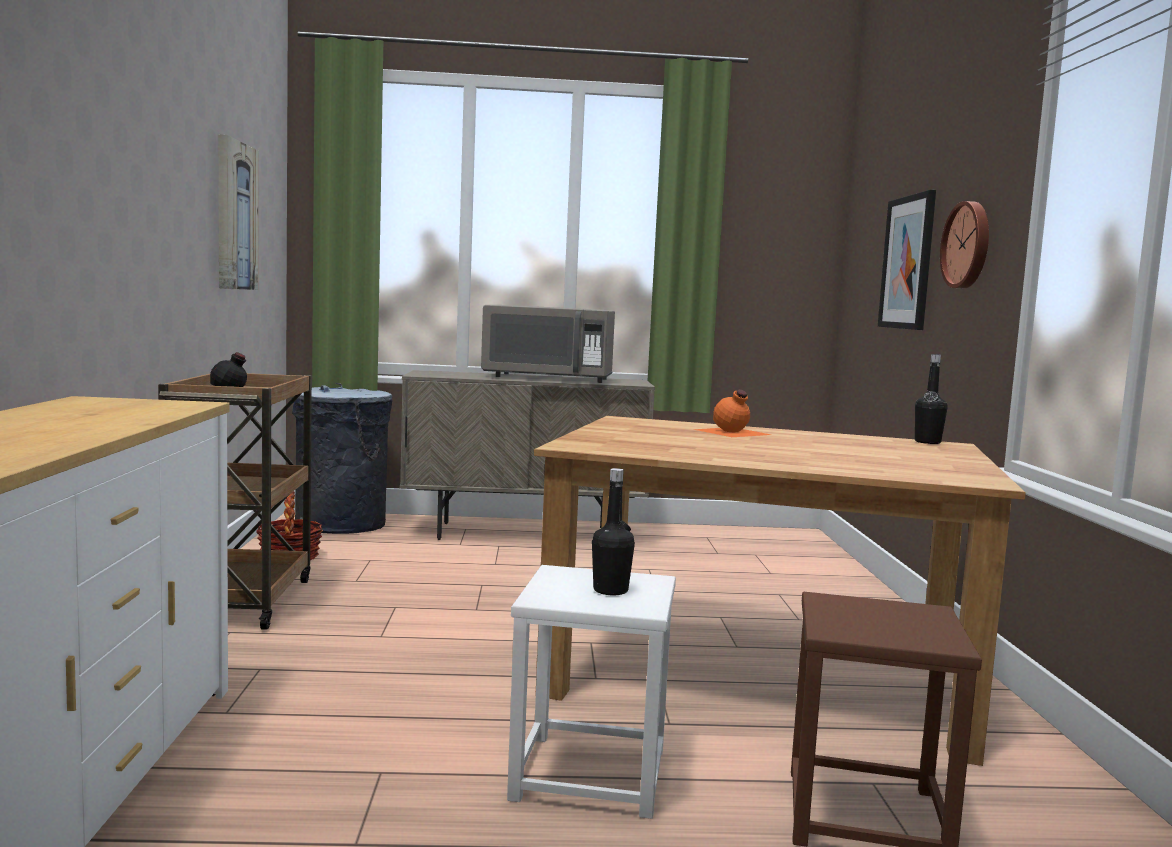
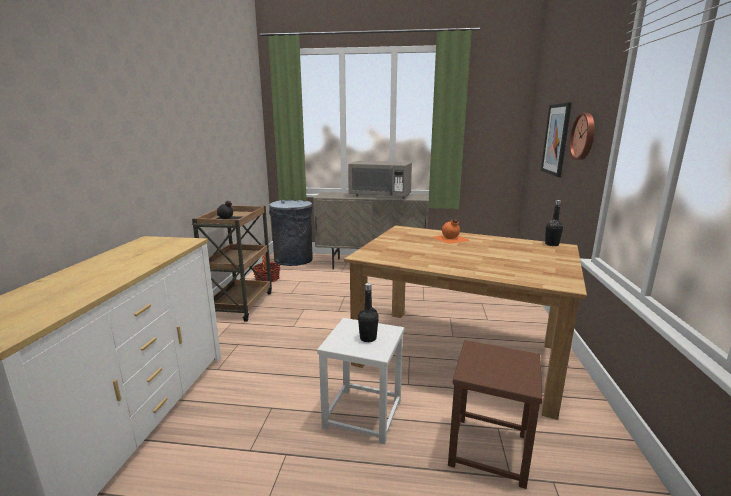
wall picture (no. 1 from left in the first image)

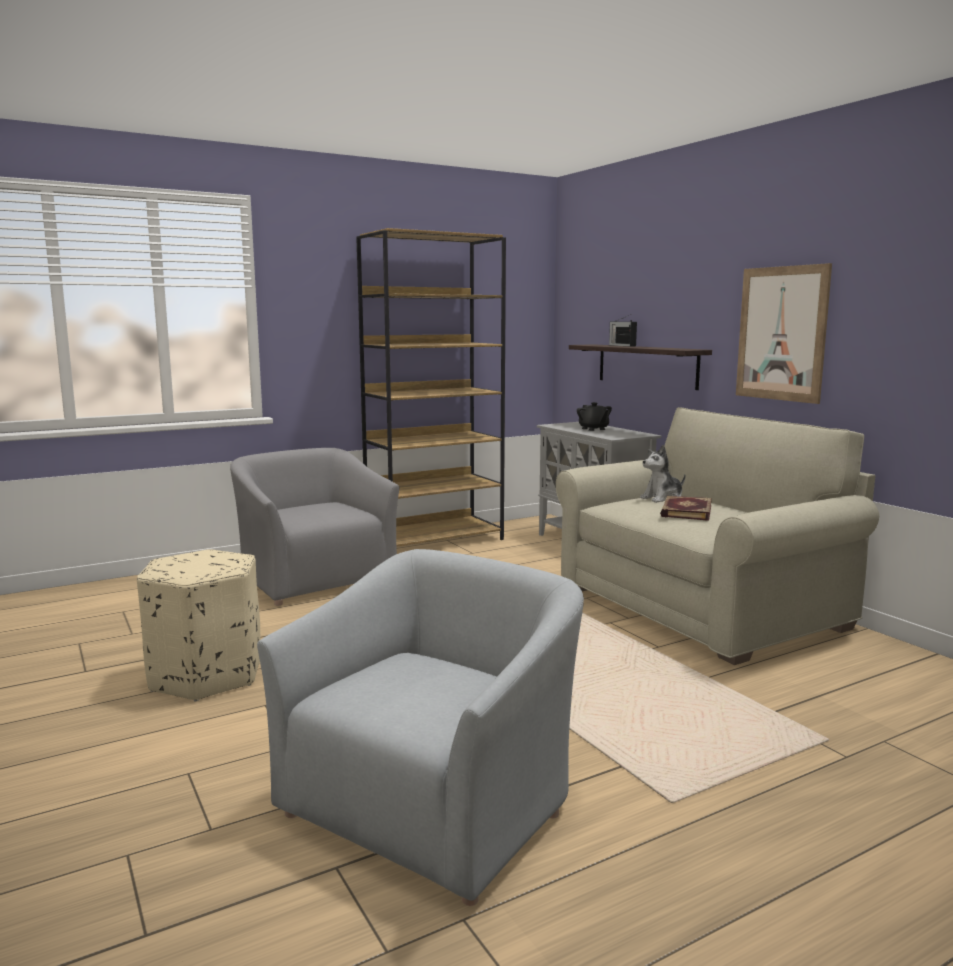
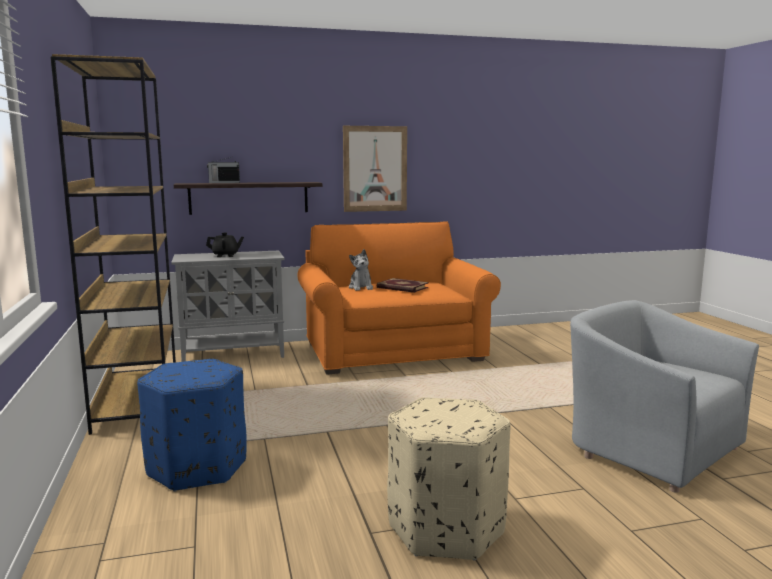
blue pouffe
orangey sofa

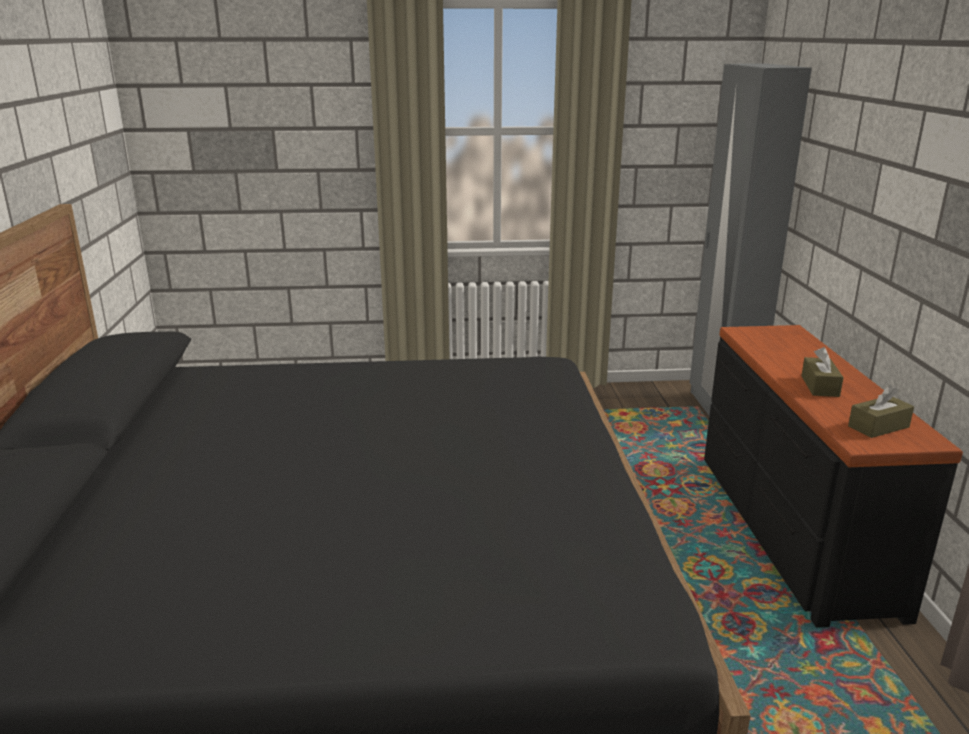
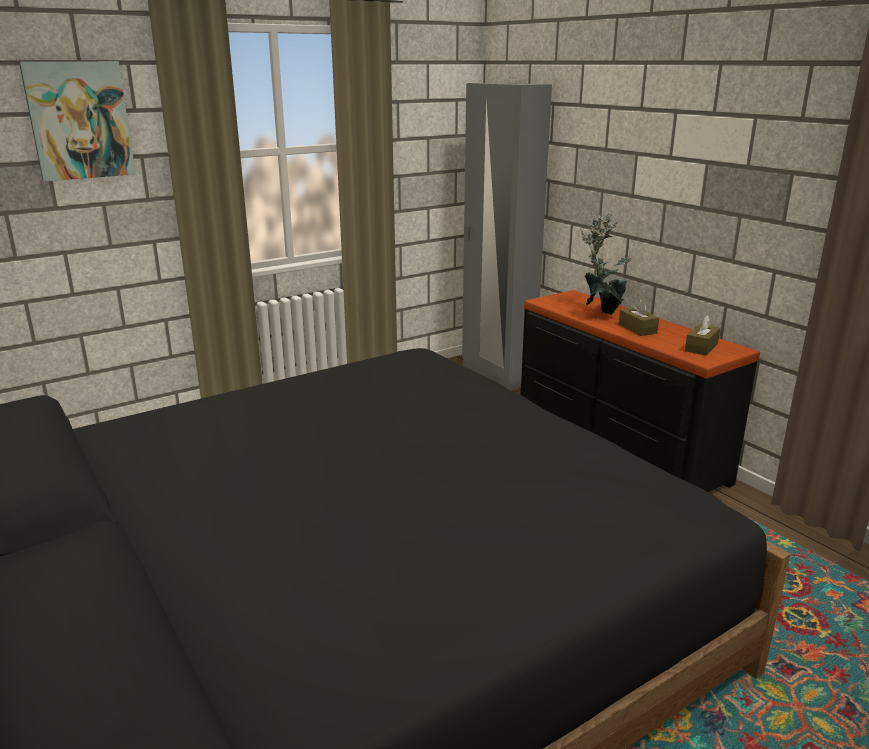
wall picture
houseplant

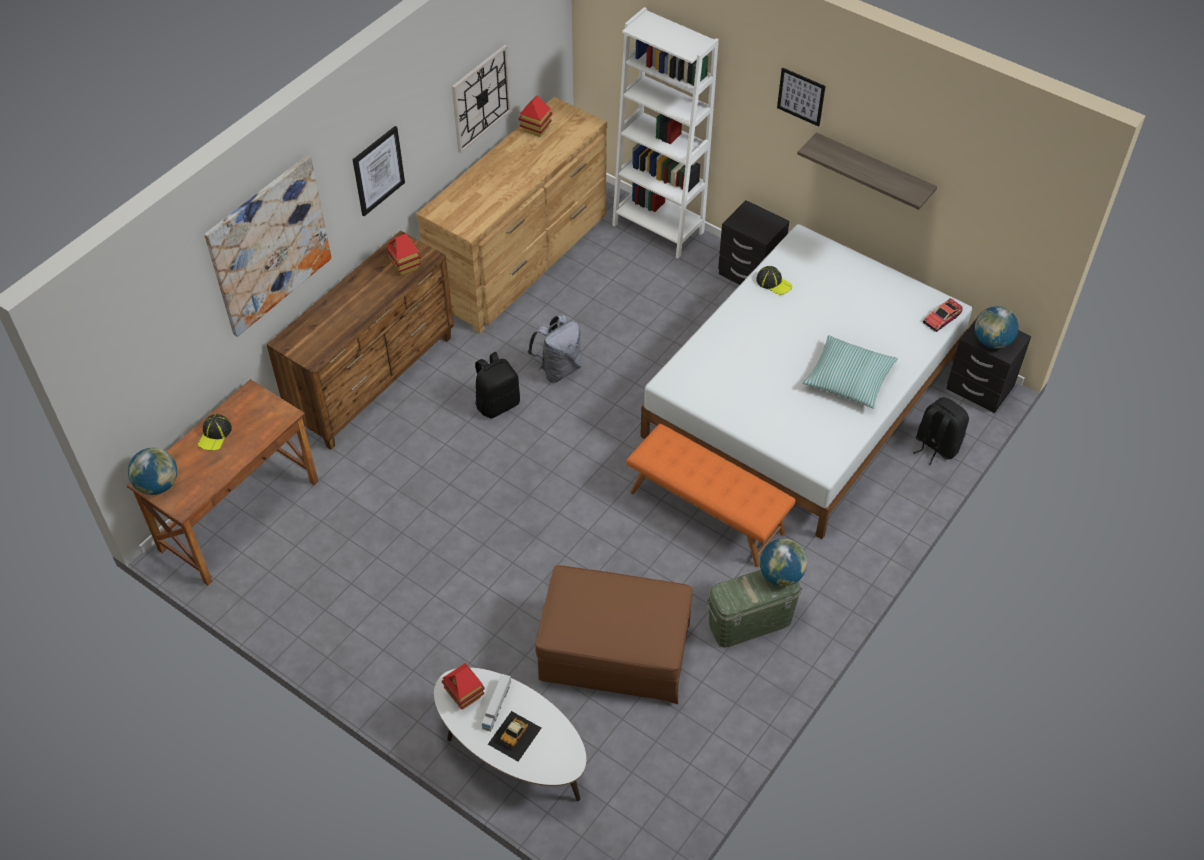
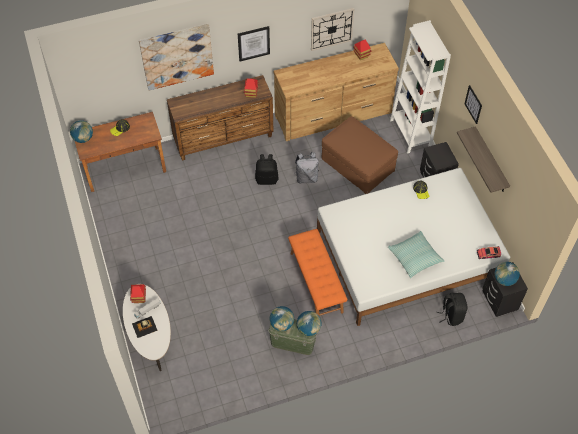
desk globe (no. 2 from left)
brown-coloured pouffe

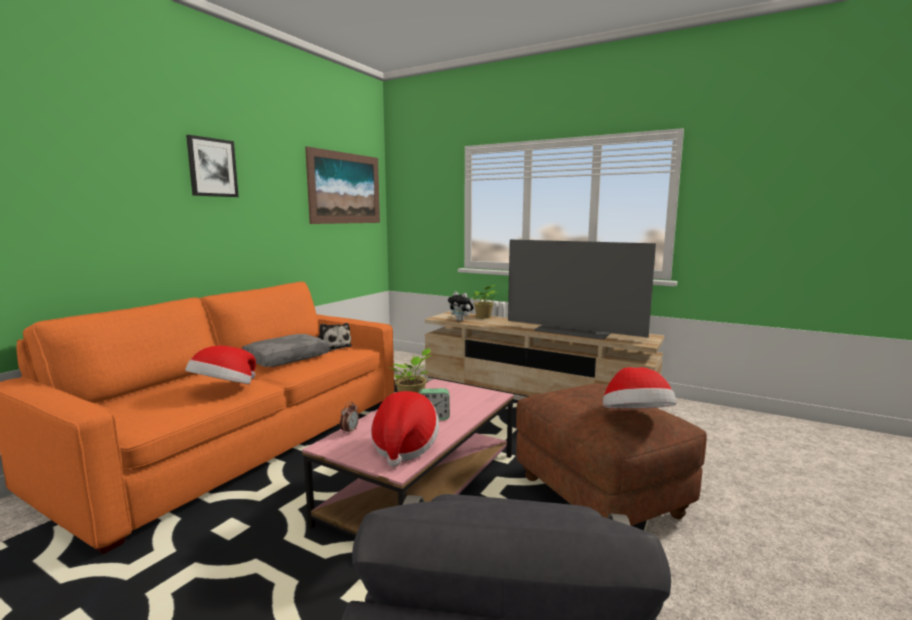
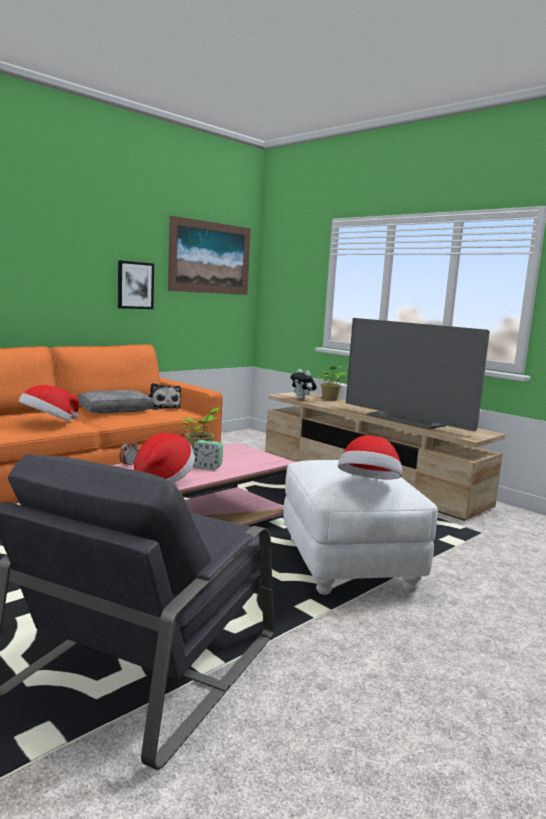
wall picture (no. 1 from left)
white-coloured pouffe

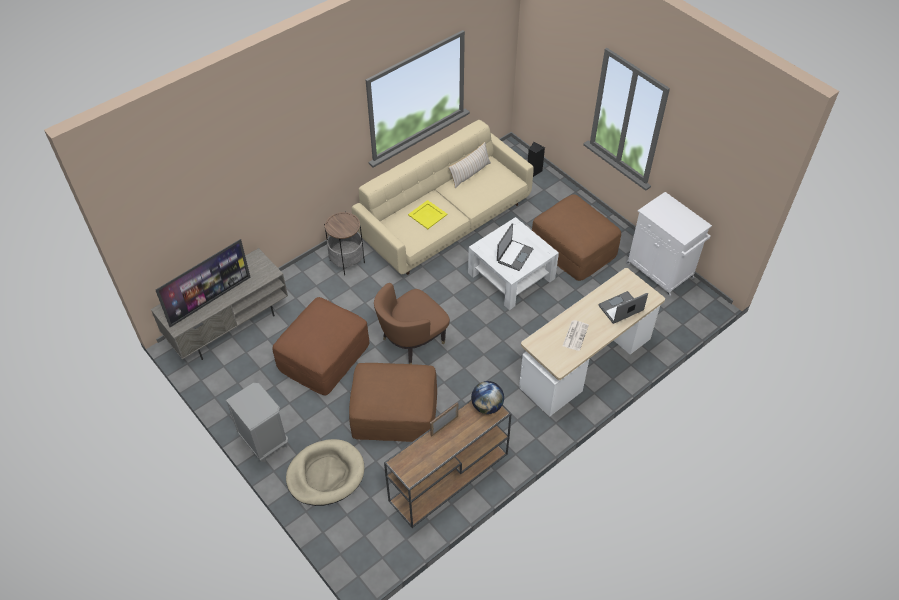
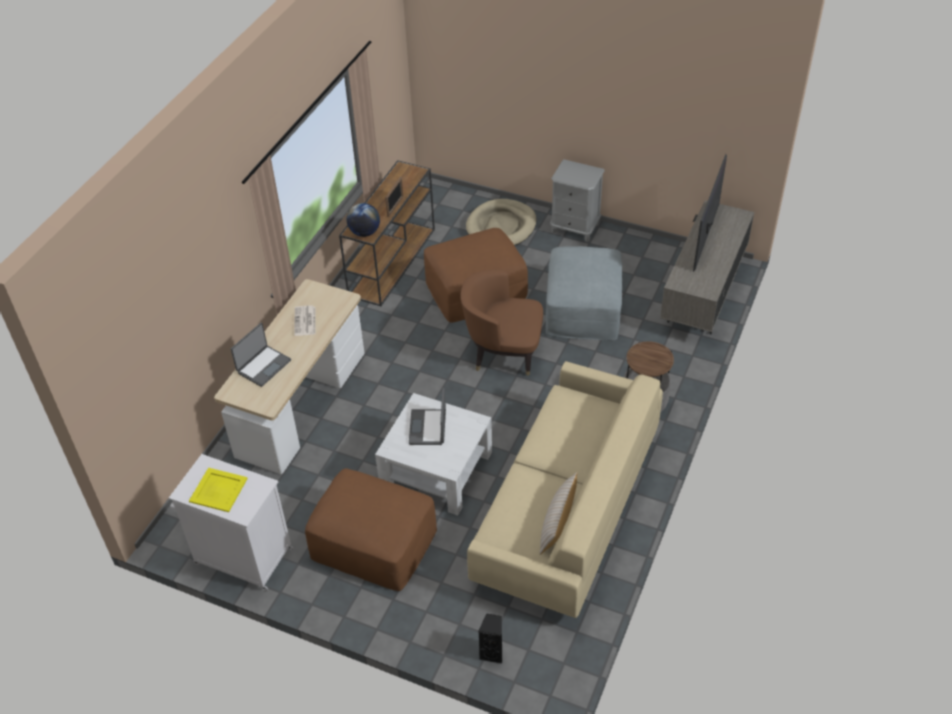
yellow-coloured tray
brown-coloured easy chair
grey pouffe

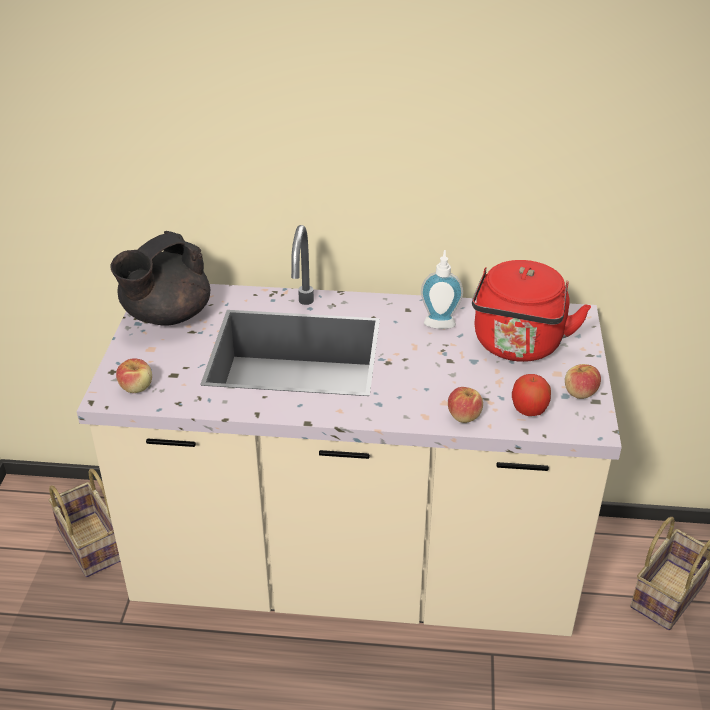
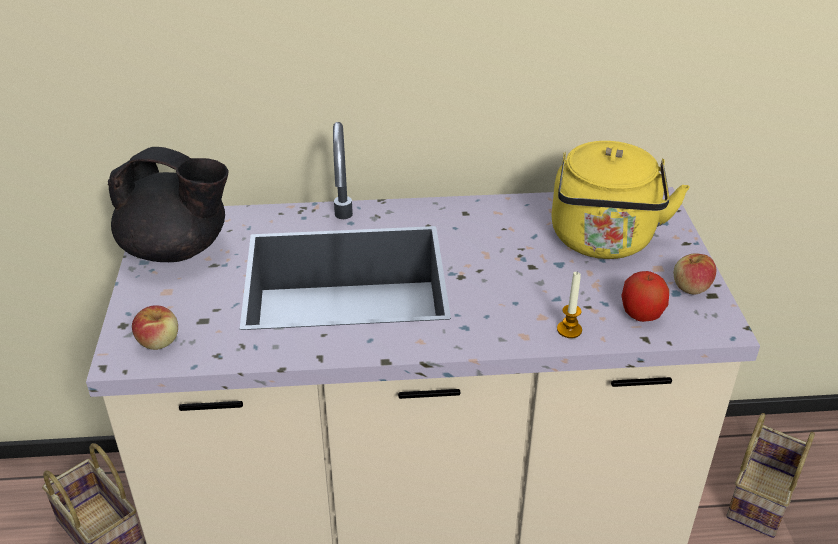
black teapot
yellow-coloured water kettle
wax candle
soap bottle

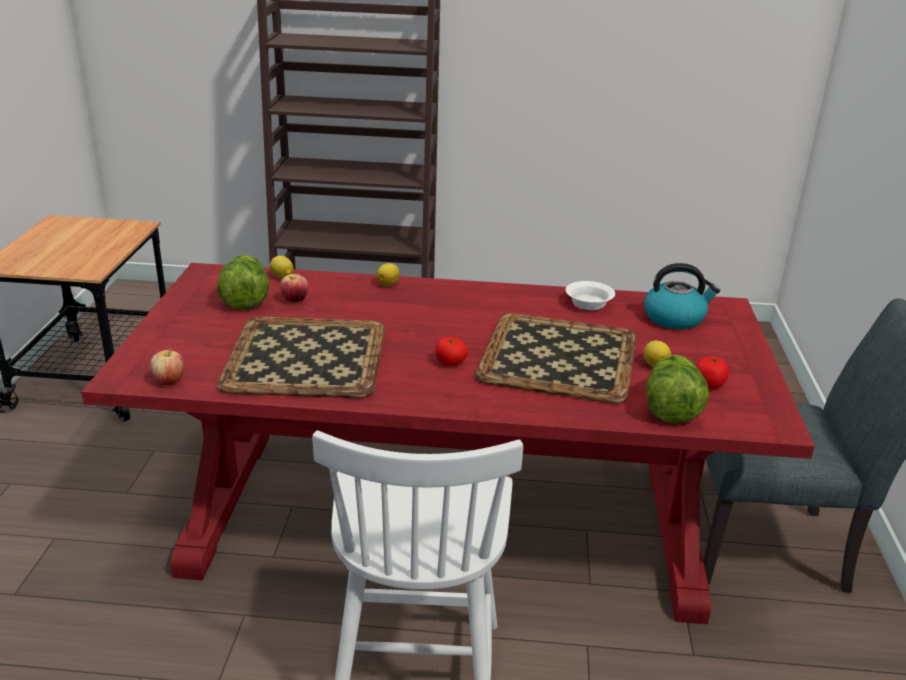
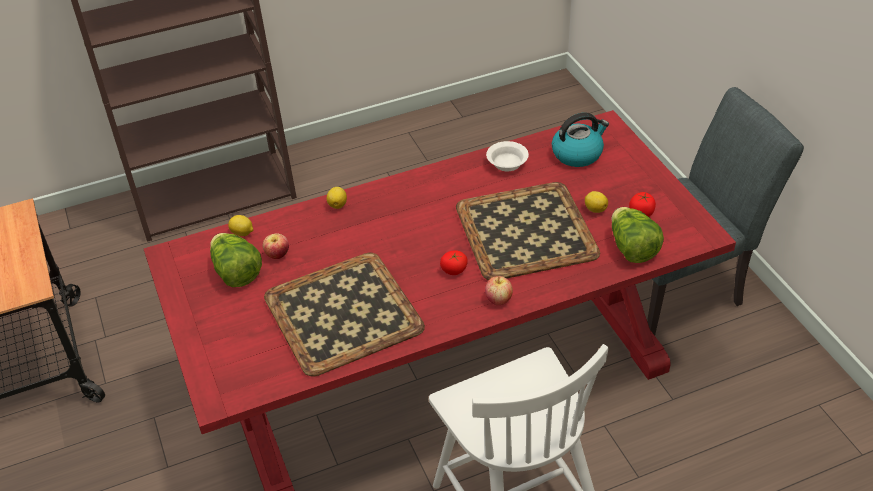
apple (no. 2 from left)

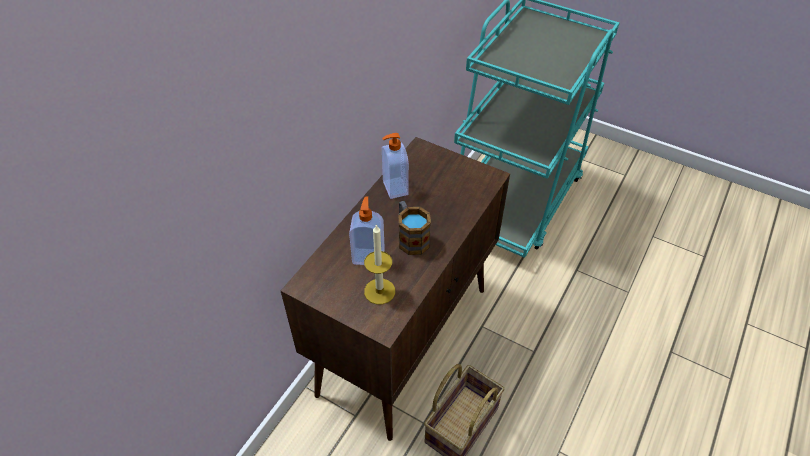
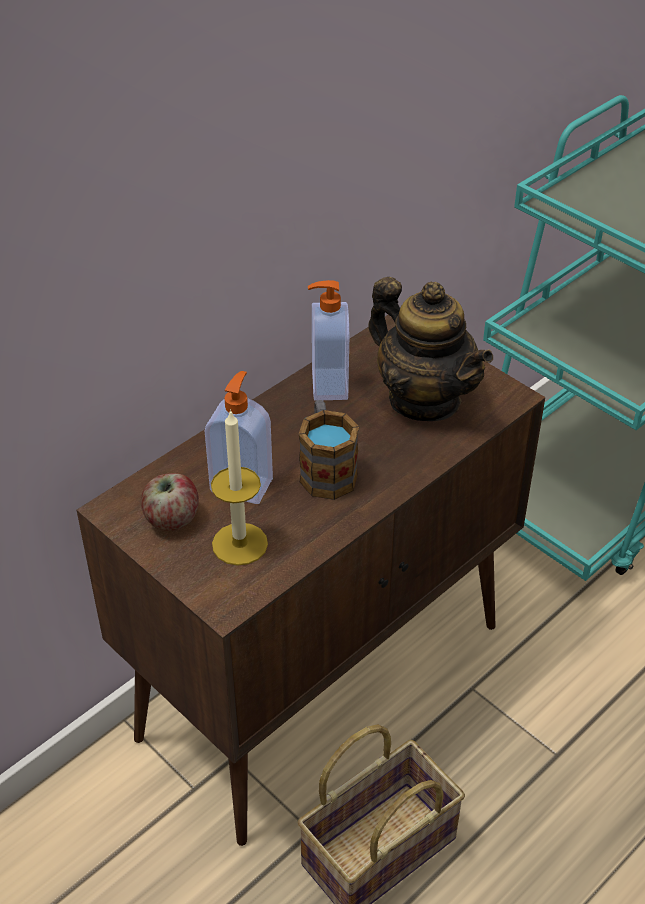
apple
teapot

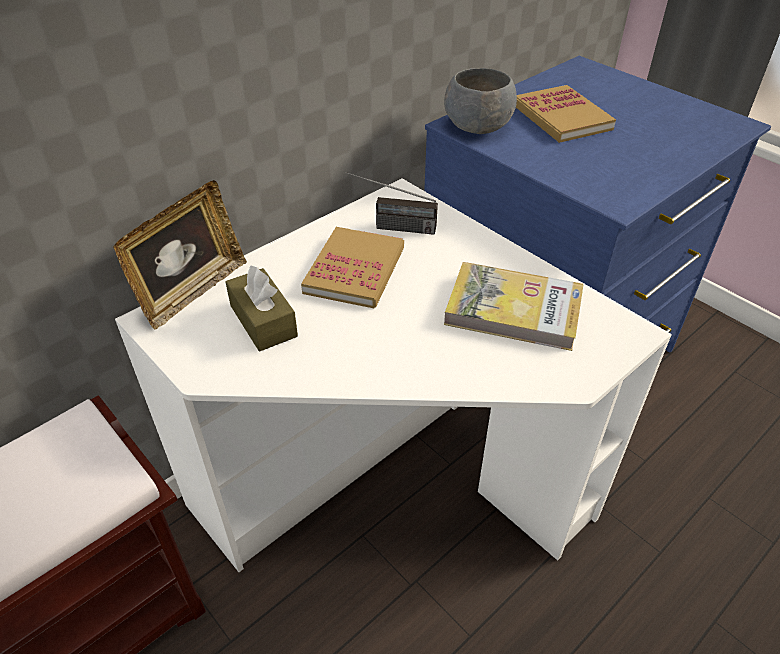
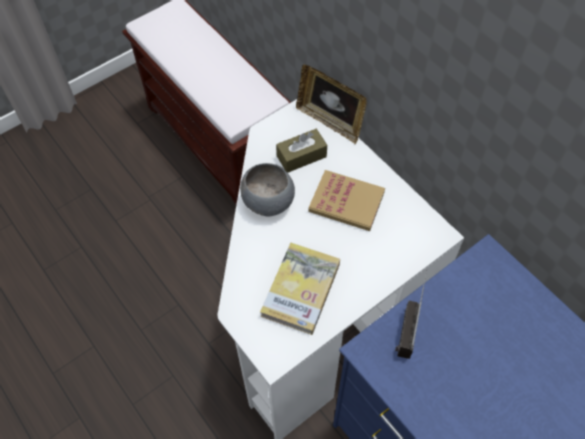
grey serving bowl
radio set
bound book (no. 3 from left in the first image)

